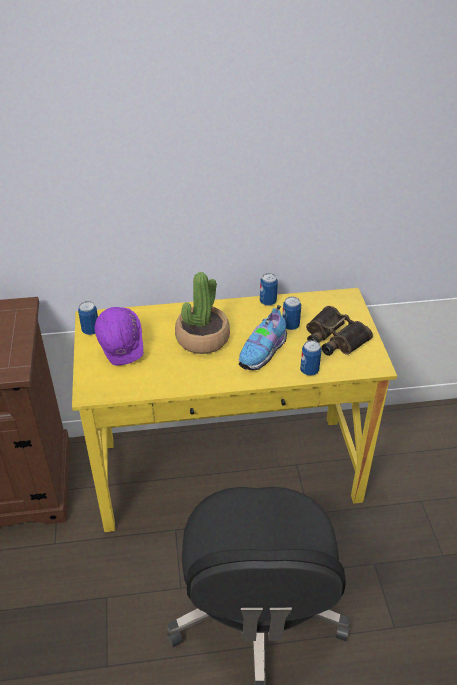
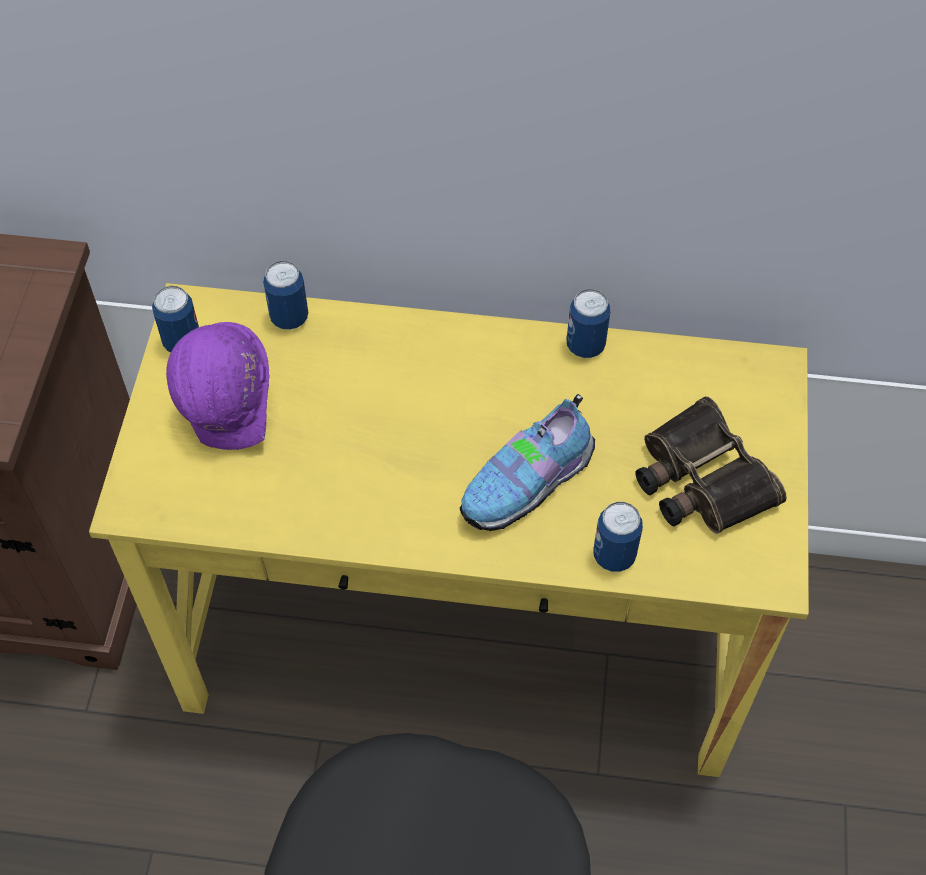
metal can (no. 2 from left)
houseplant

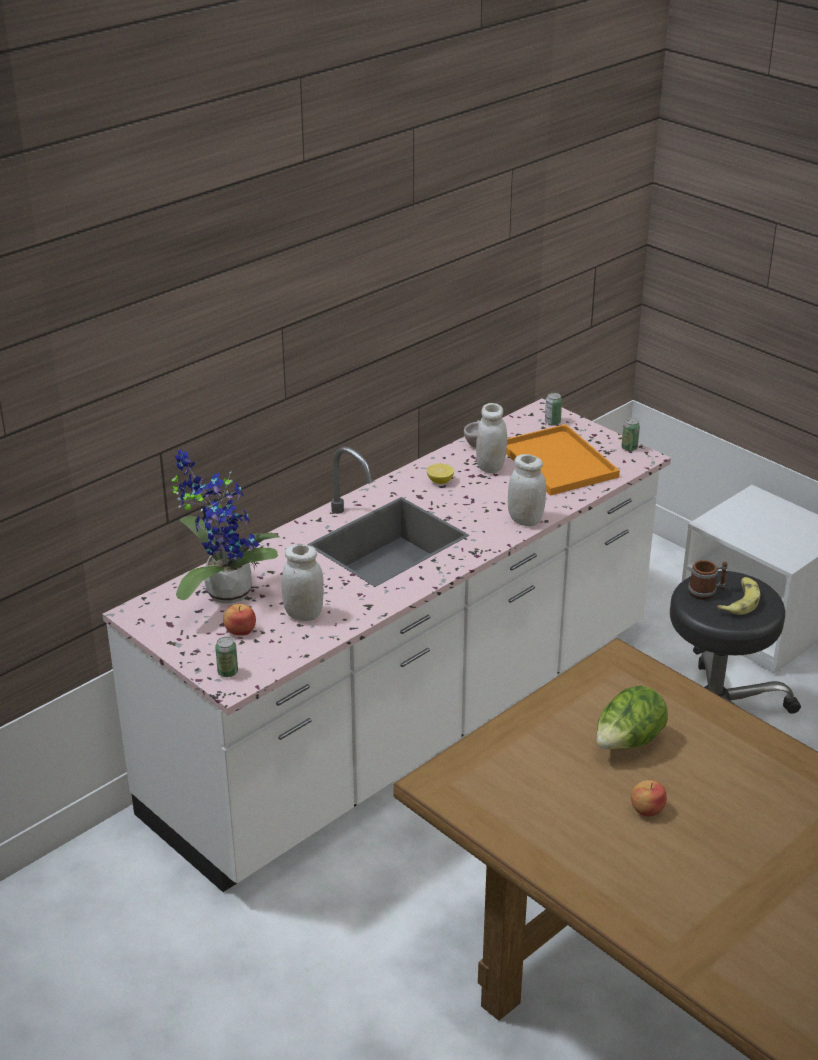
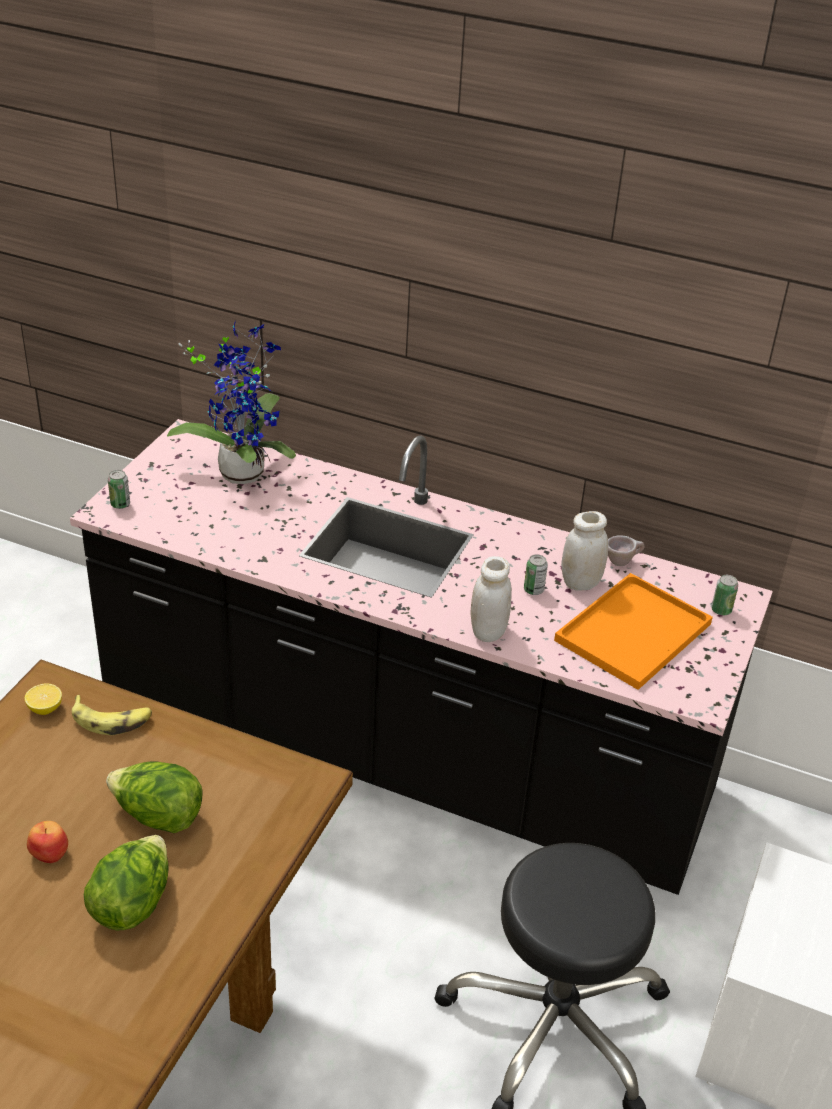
citrus fruit
black counter
whole banana
lettuce head (no. 1 from left)
metal can (no. 2 from left)
apple (no. 1 from left in the first image)
white-coloured storage jar (no. 1 from left in the first image)
coffee mug

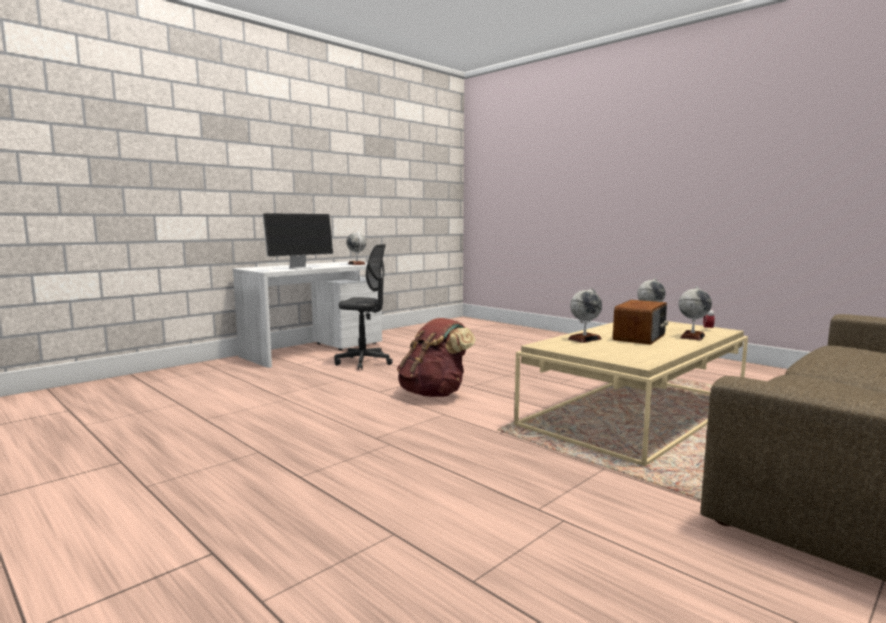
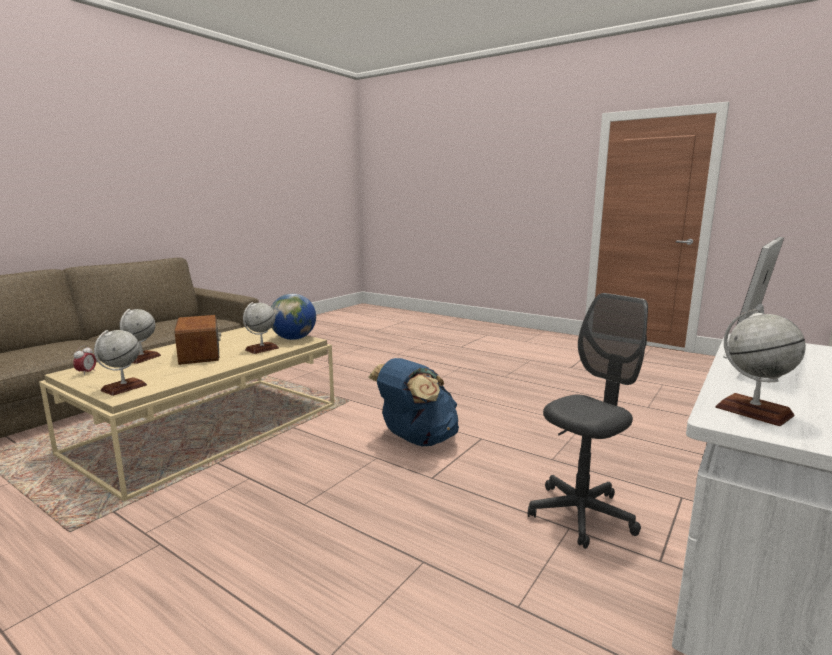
radio set
desk globe (no. 4 from left)
blue rucksack
grey desk chair

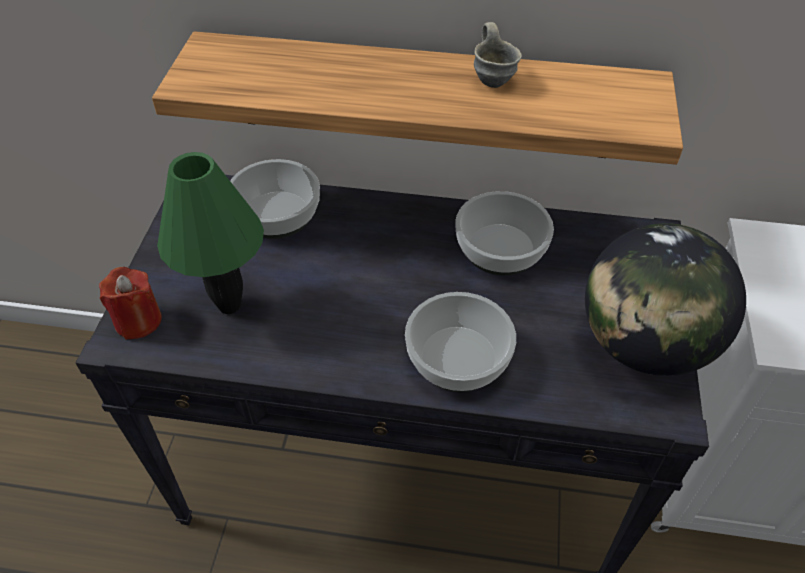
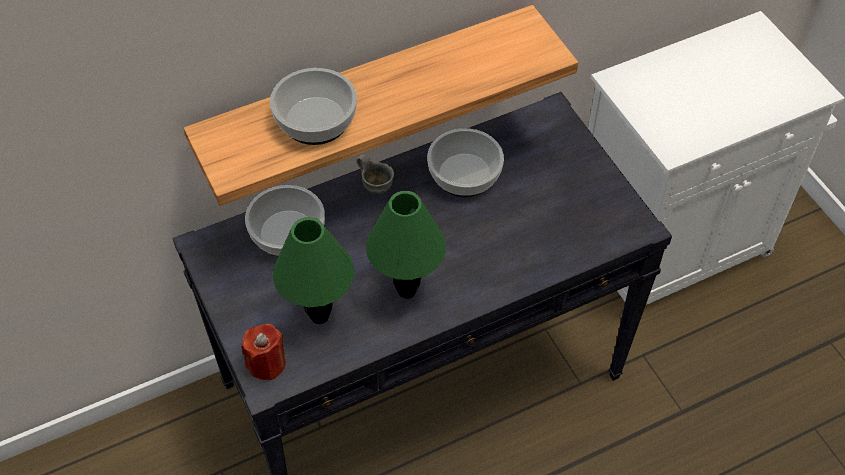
serving bowl (no. 2 from left)
grey coffee mug
greenish table lamp (no. 2 from left)
desk globe

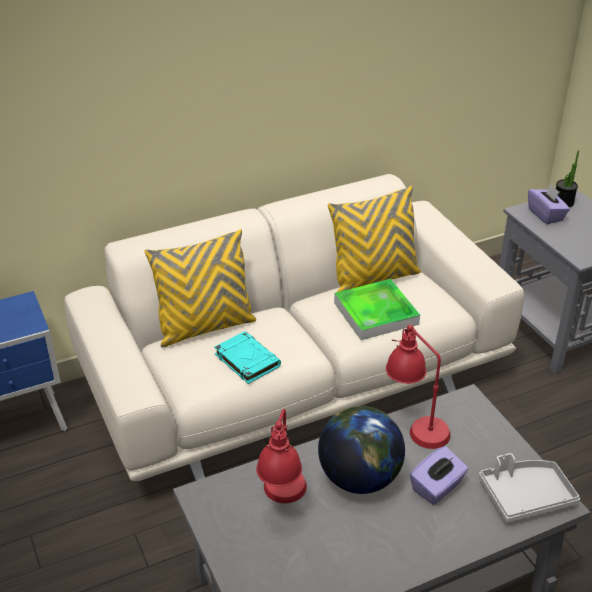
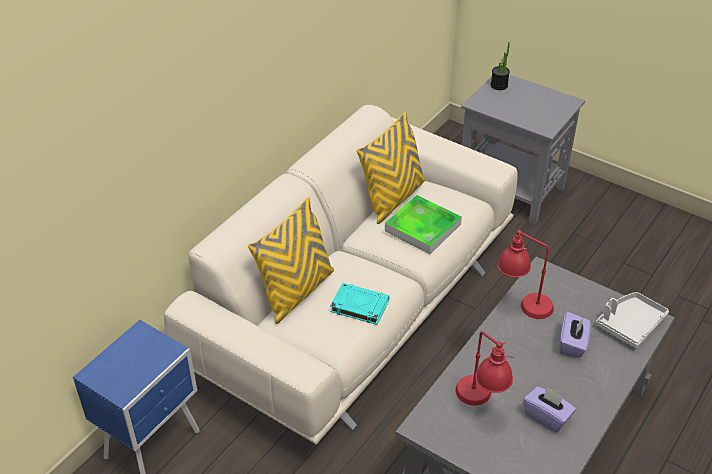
purplish tissue box (no. 1 from left)
desk globe

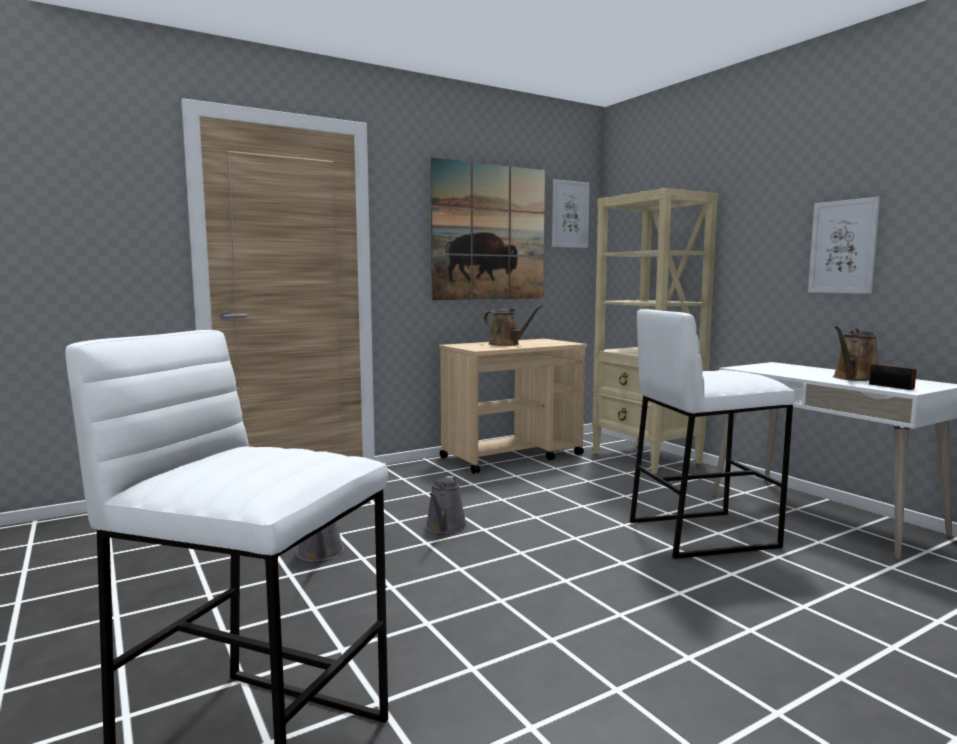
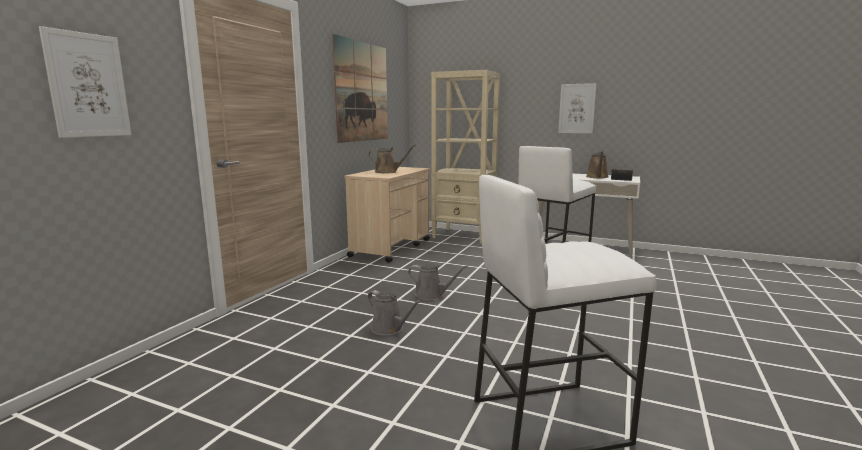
wall picture (no. 1 from left)
grey watering can (no. 2 from left)

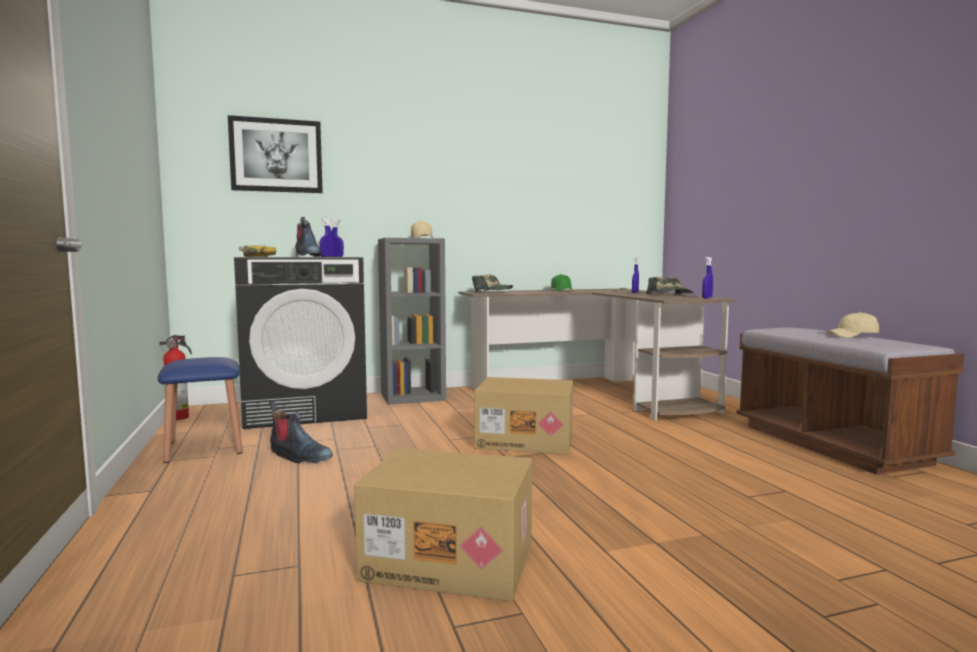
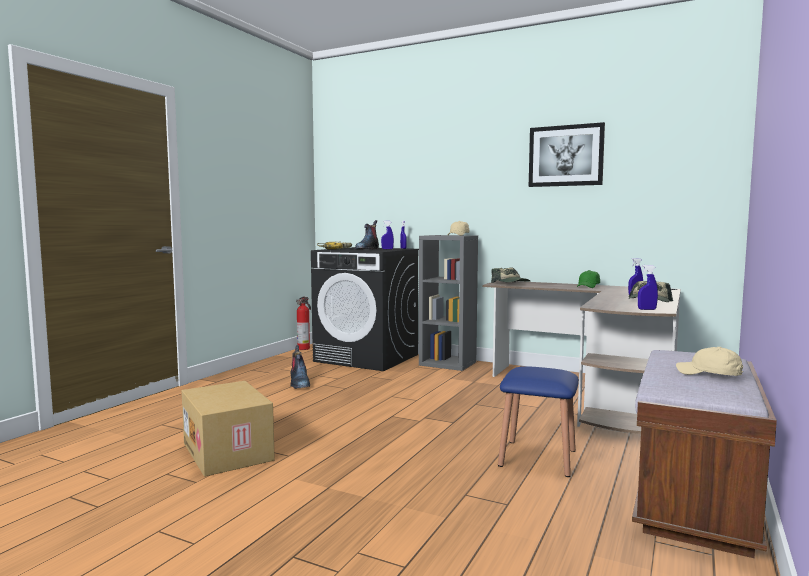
blue sitting stool
wall picture
carton (no. 2 from left in the first image)

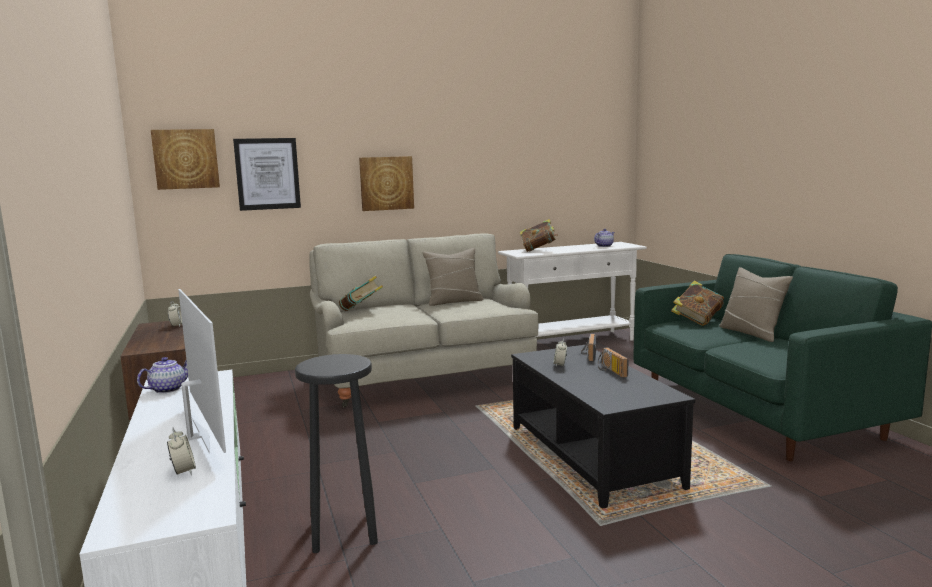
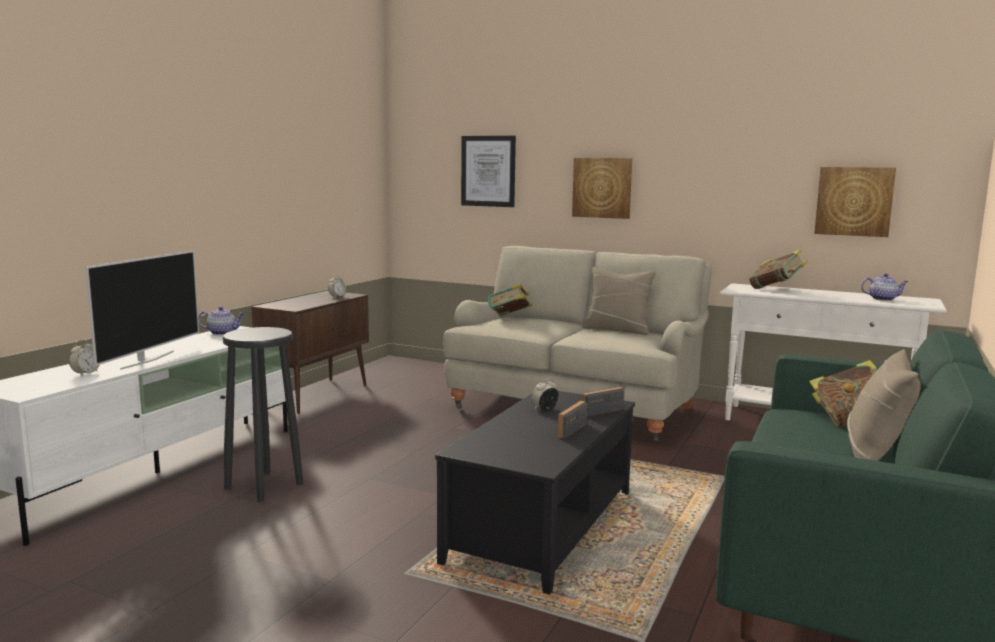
wall picture (no. 3 from left)

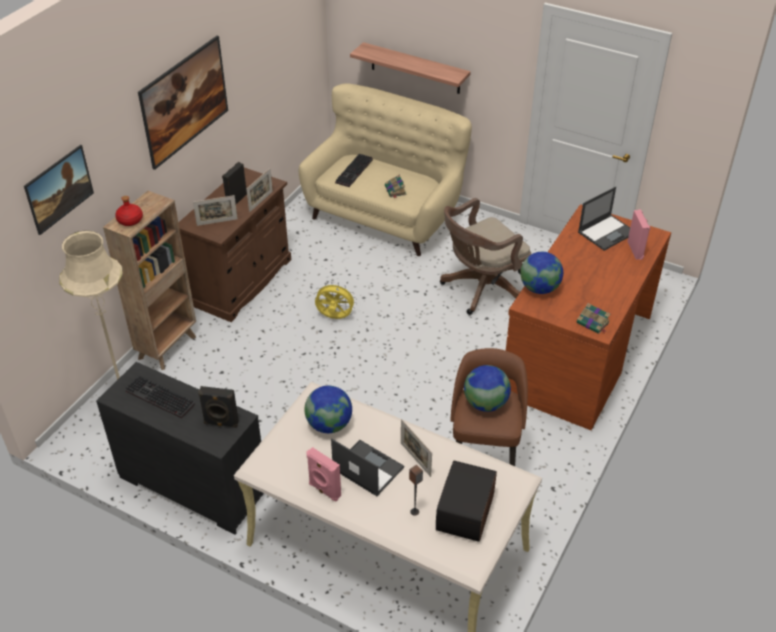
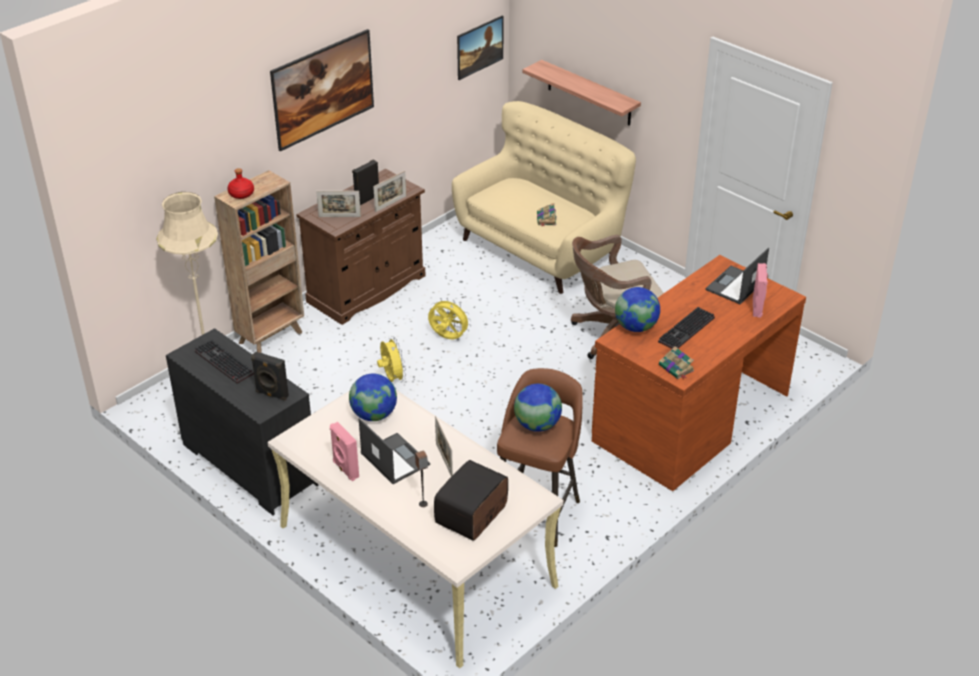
yellow-coloured fan (no. 1 from left)
wall picture (no. 2 from left)
PC keyboard (no. 2 from left)
laptop (no. 2 from left)

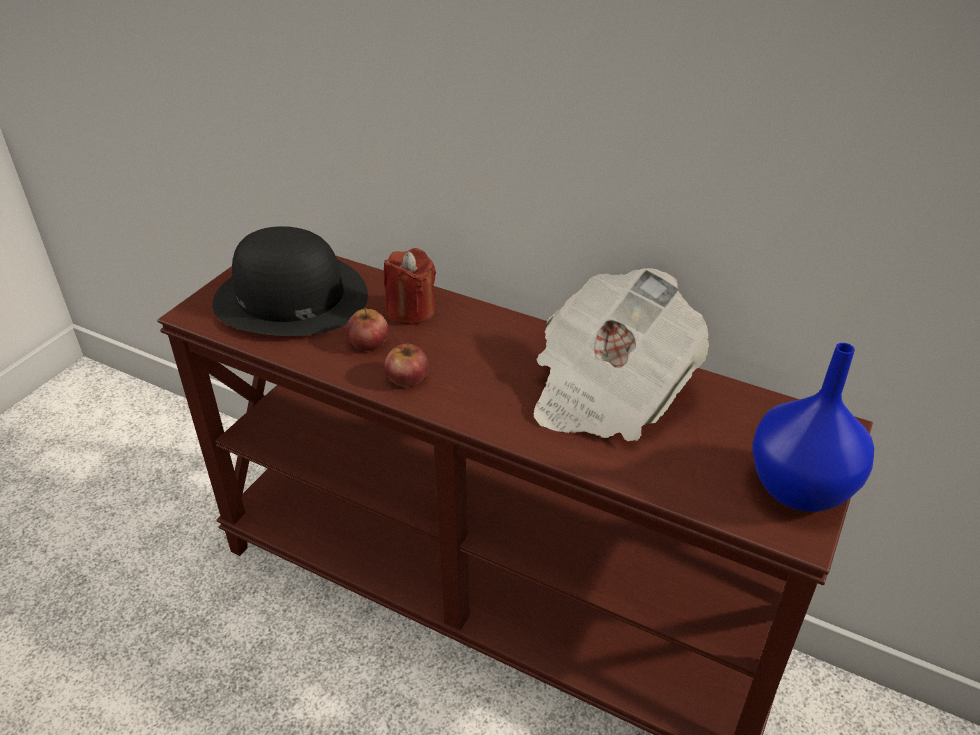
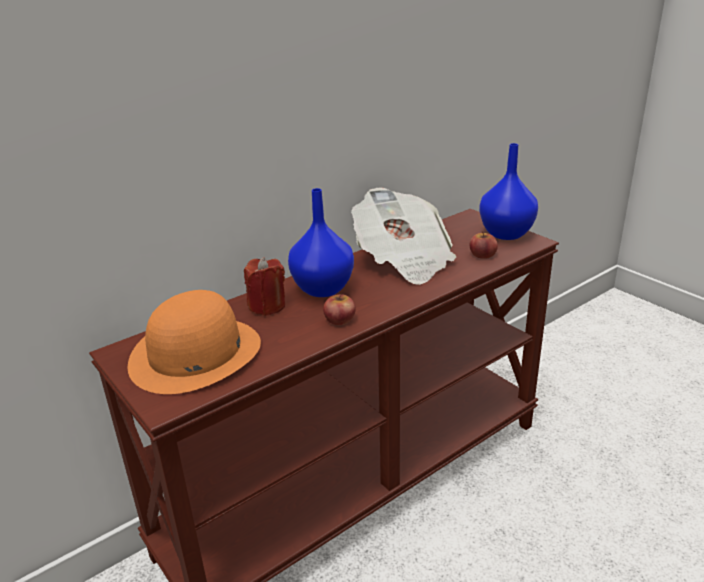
orangey clothing hat
blue flower vase (no. 1 from left)
apple (no. 2 from left)

